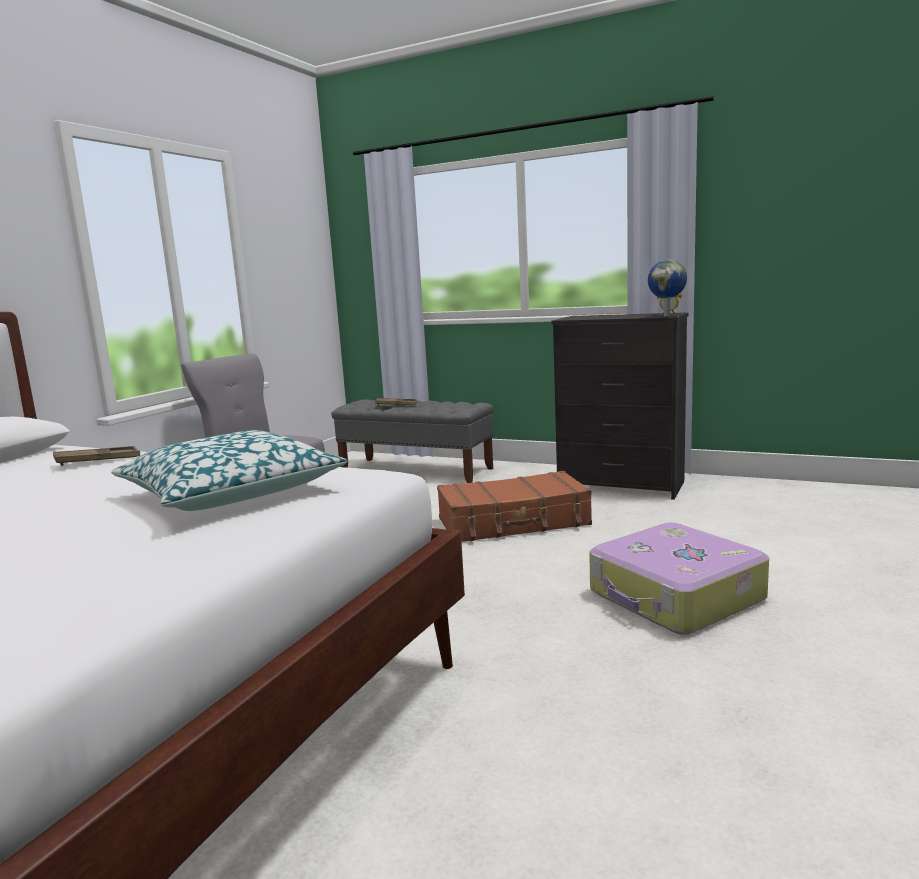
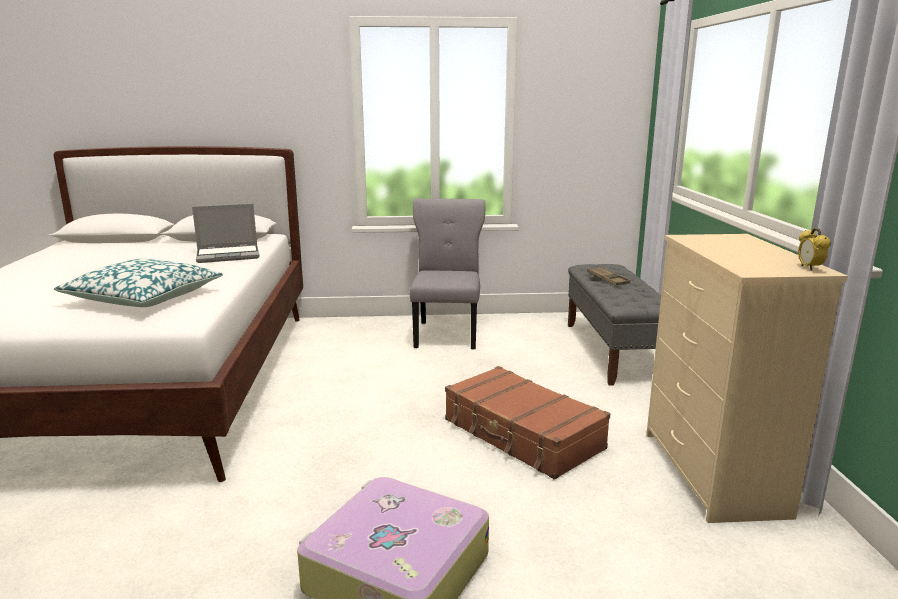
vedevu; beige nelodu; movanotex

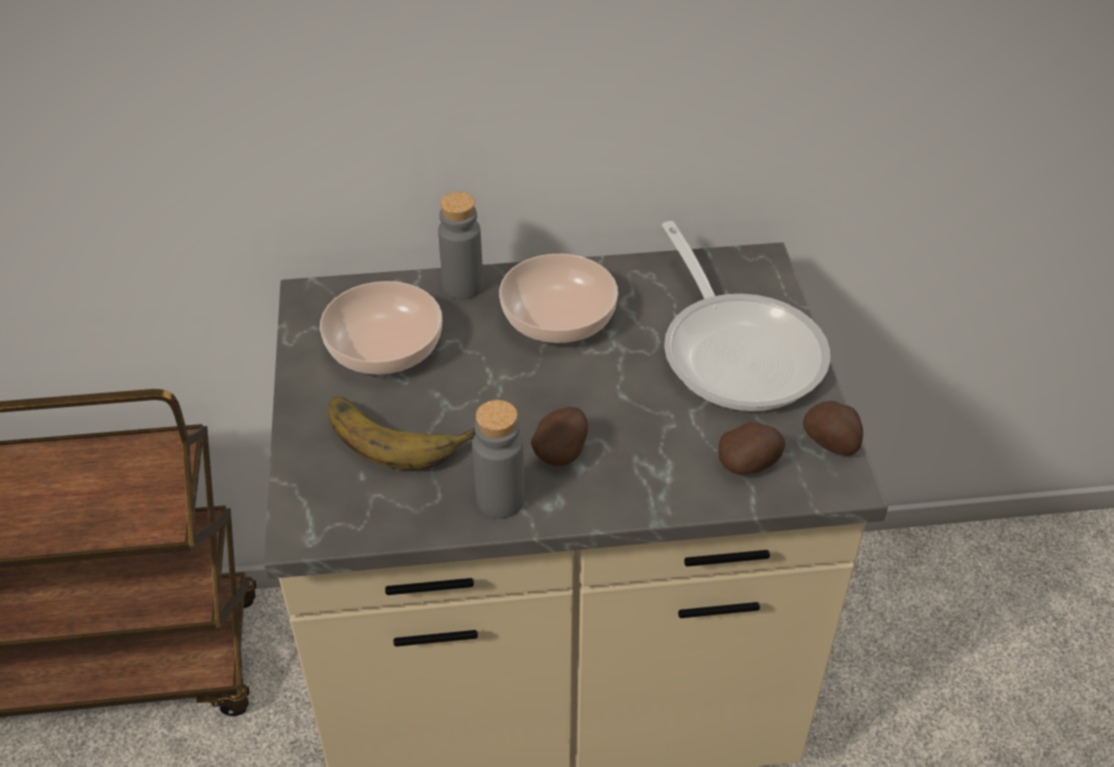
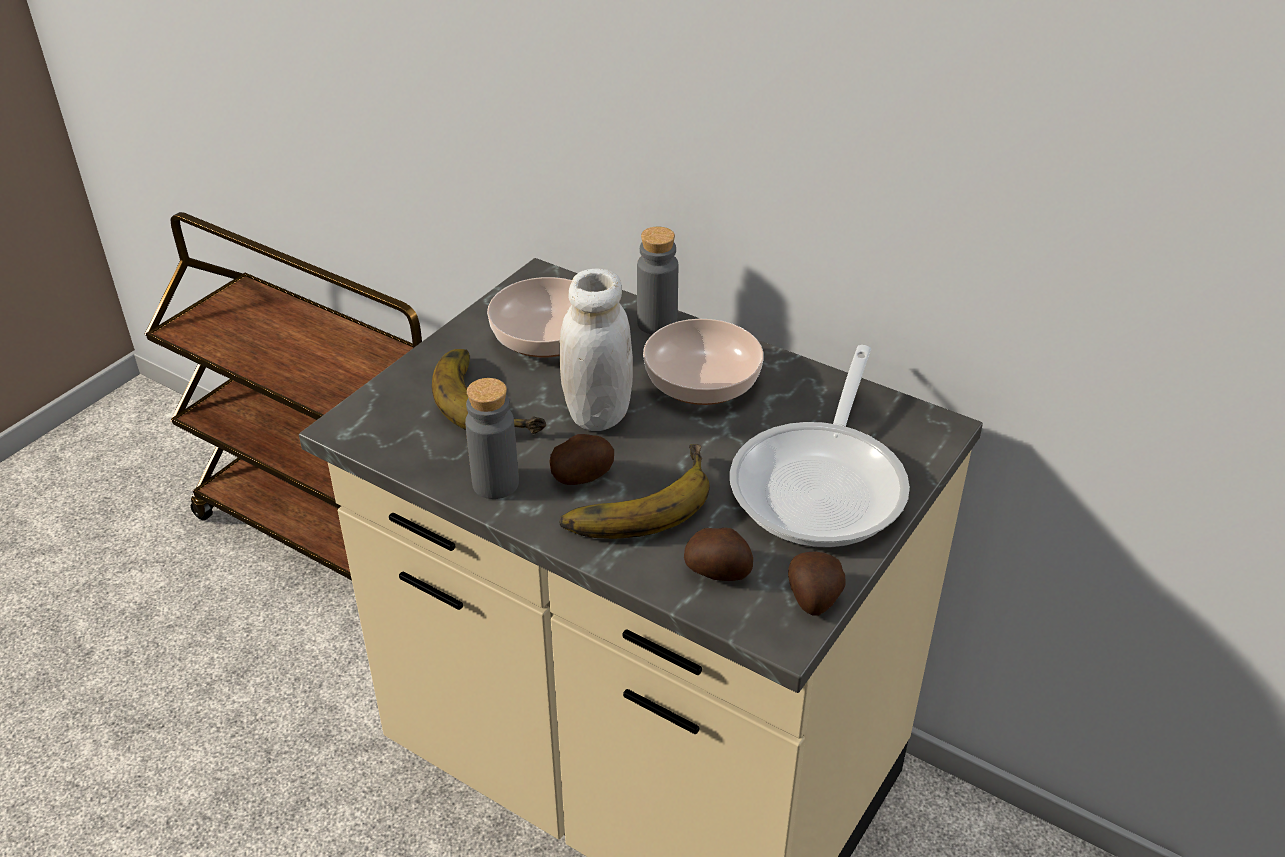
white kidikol; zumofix (no. 2 from left)

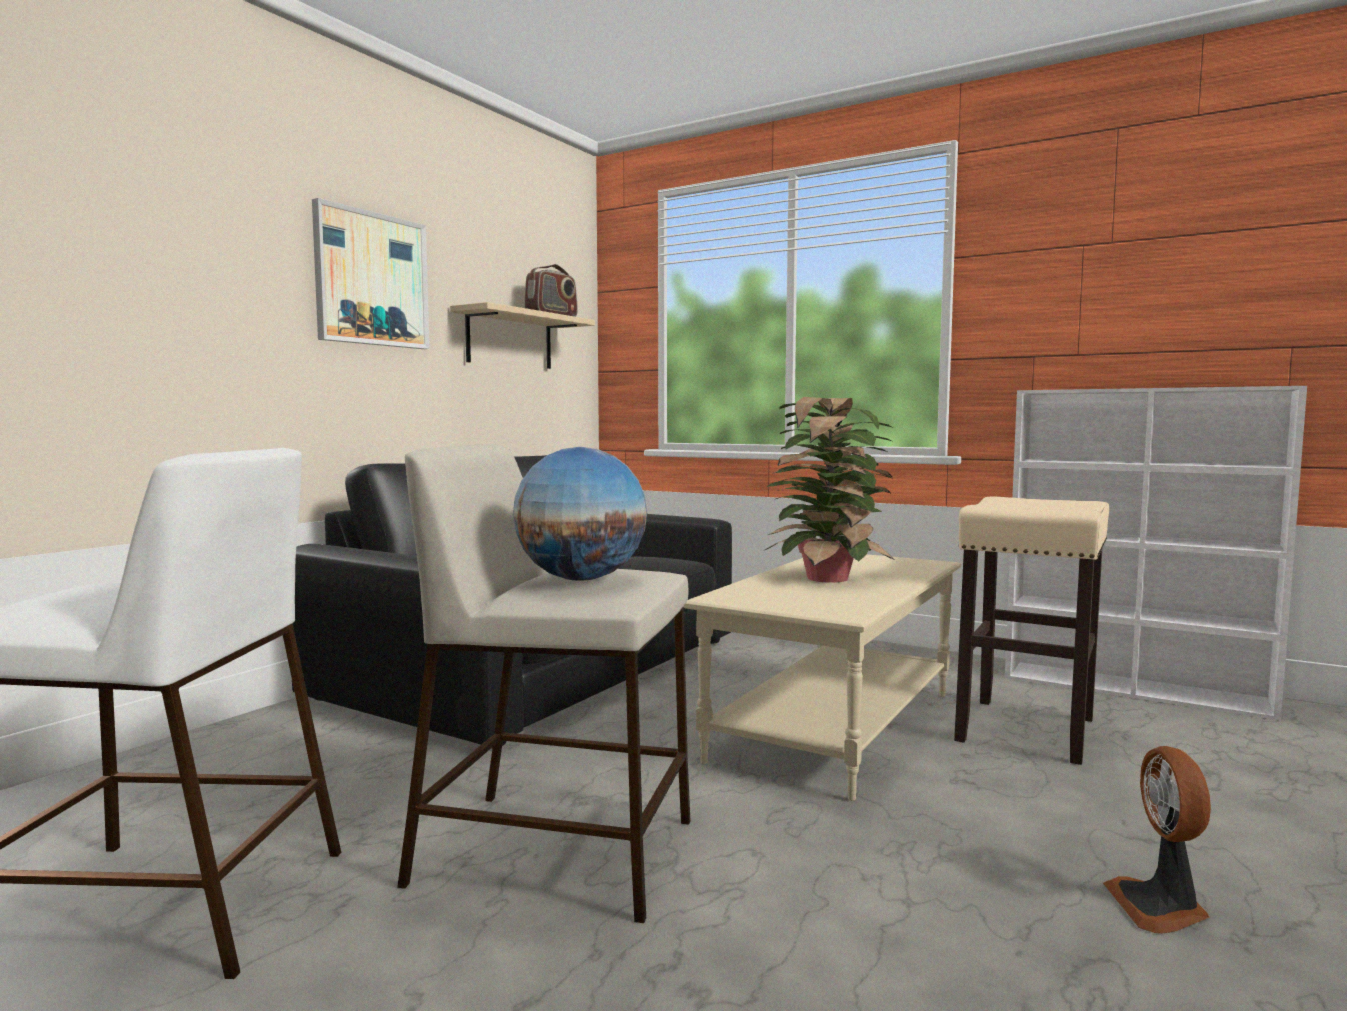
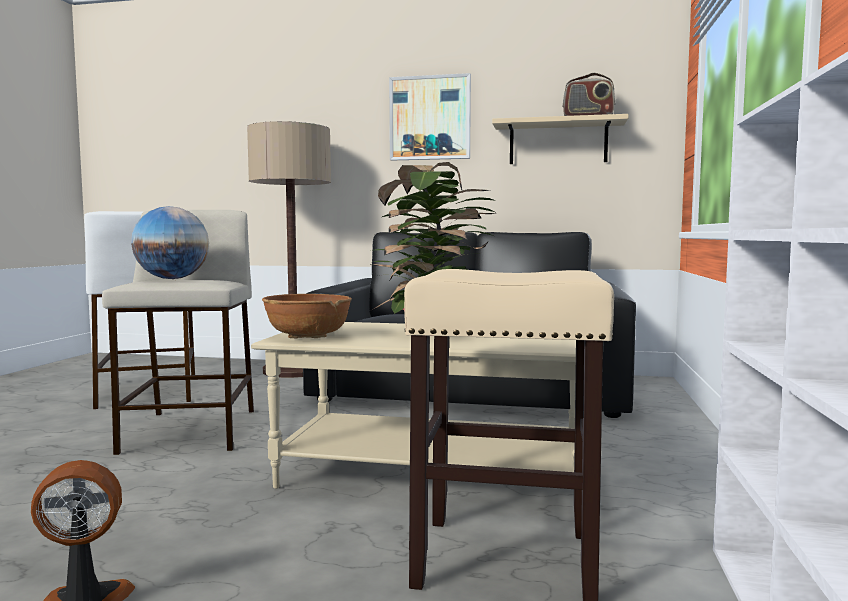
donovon; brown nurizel

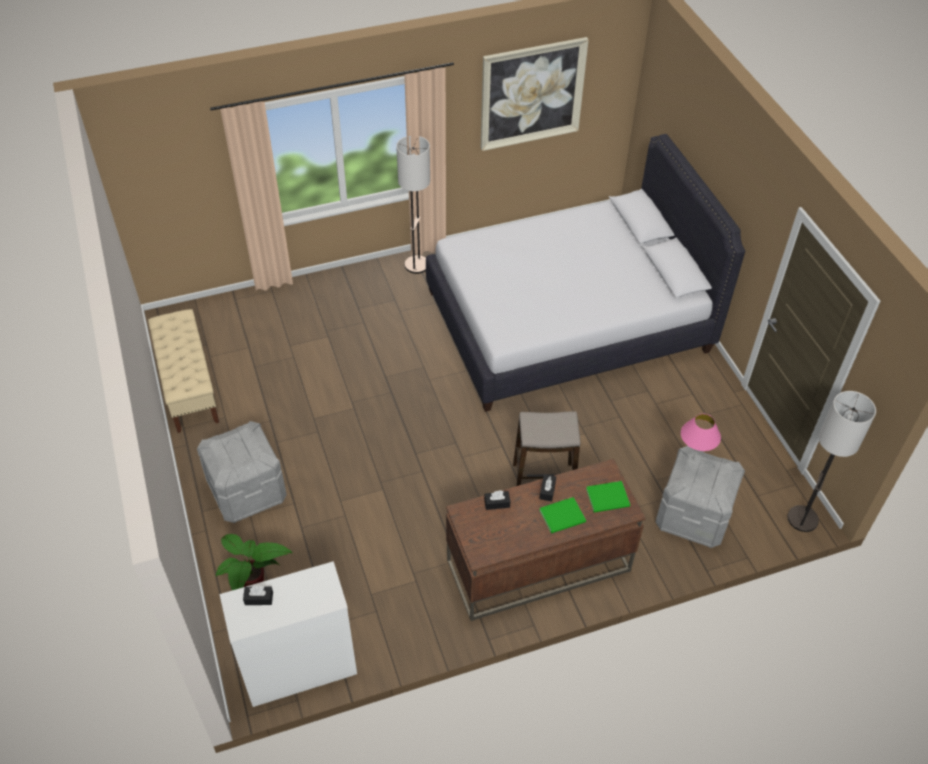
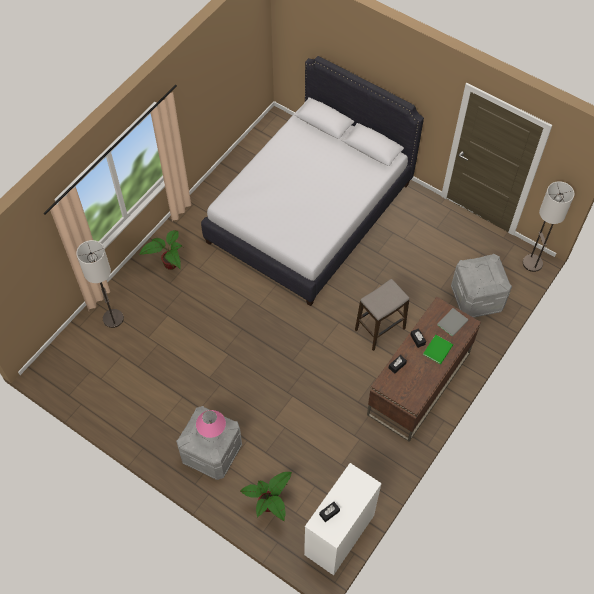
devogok; donovon (no. 1 from left); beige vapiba; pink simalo; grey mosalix; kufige (no. 1 from left)

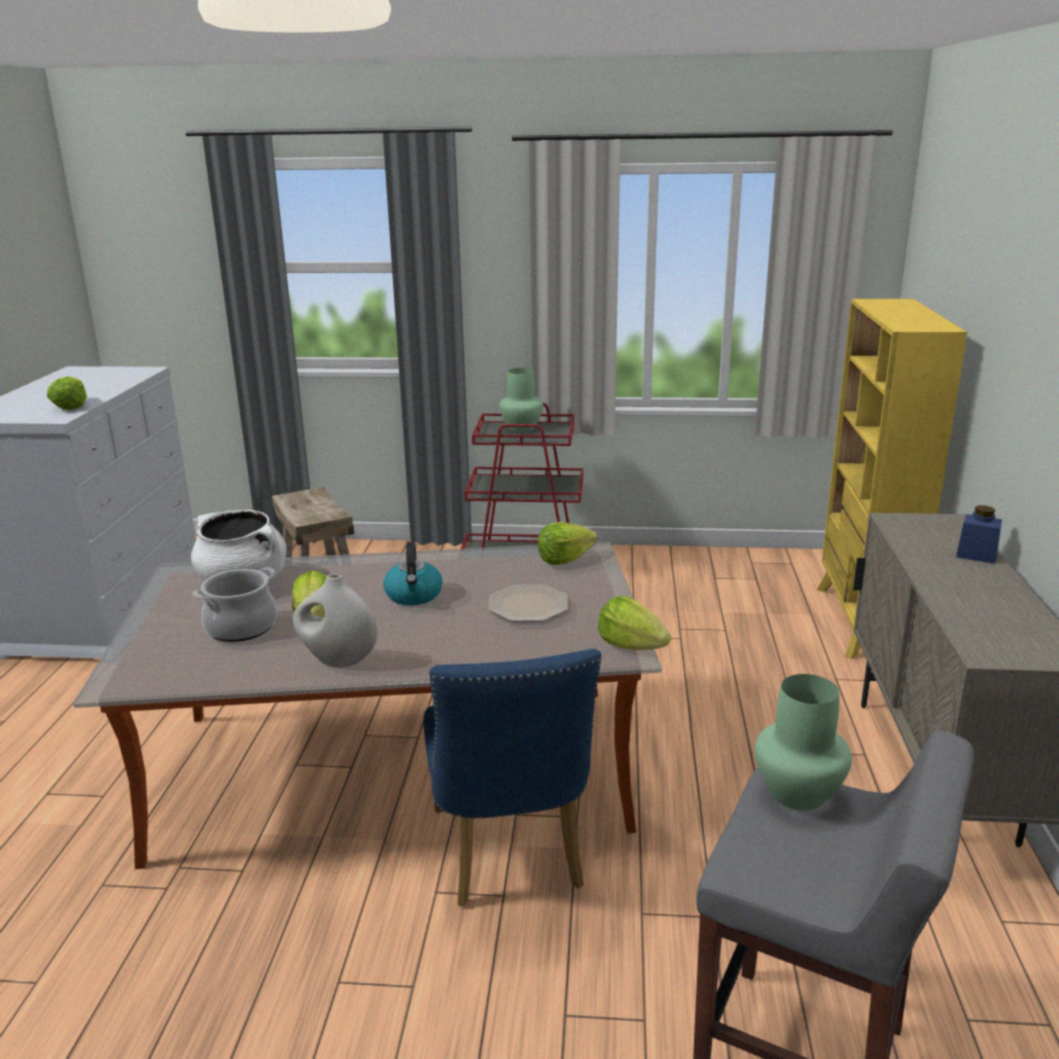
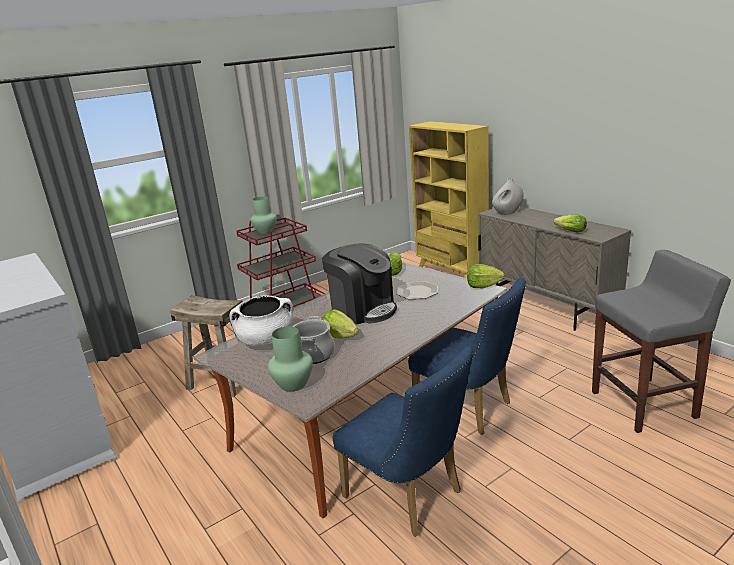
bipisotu (no. 4 from left); blue kidikol; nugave; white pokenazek; green pokenazek (no. 2 from left); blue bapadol (no. 1 from left)

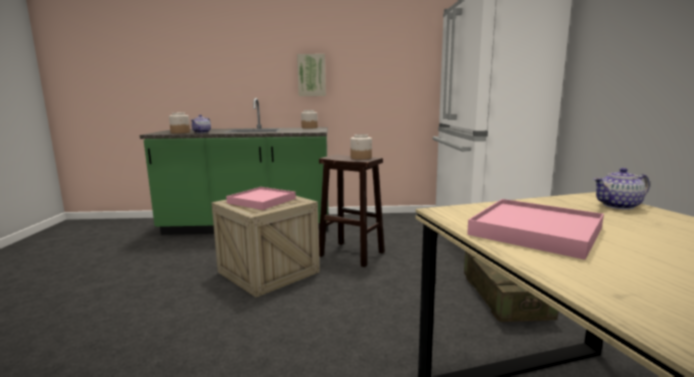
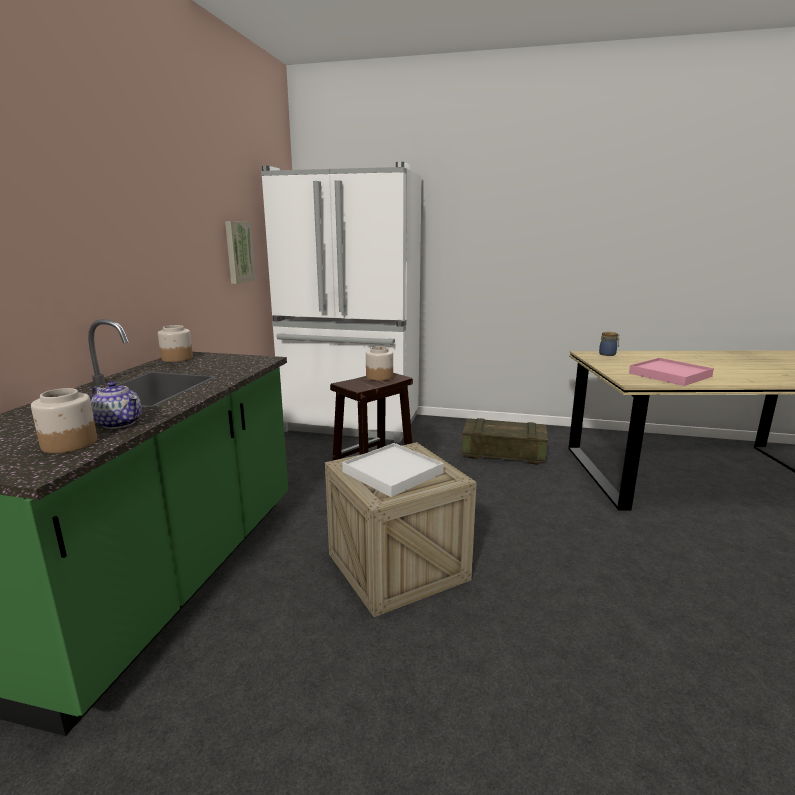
devogok; kidikol (no. 4 from left); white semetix

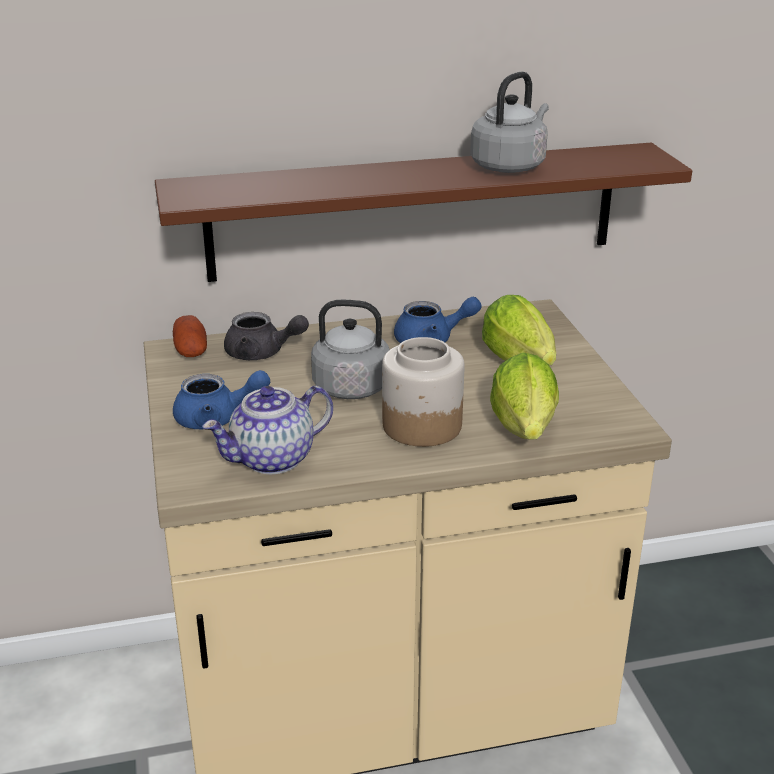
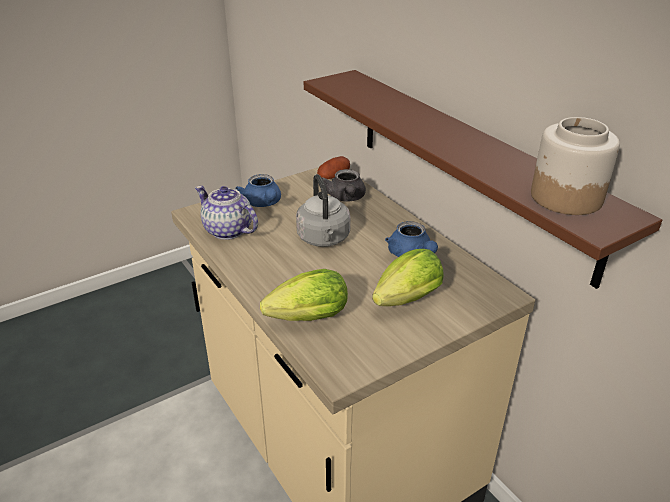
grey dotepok (no. 2 from left in the first image); kidikol

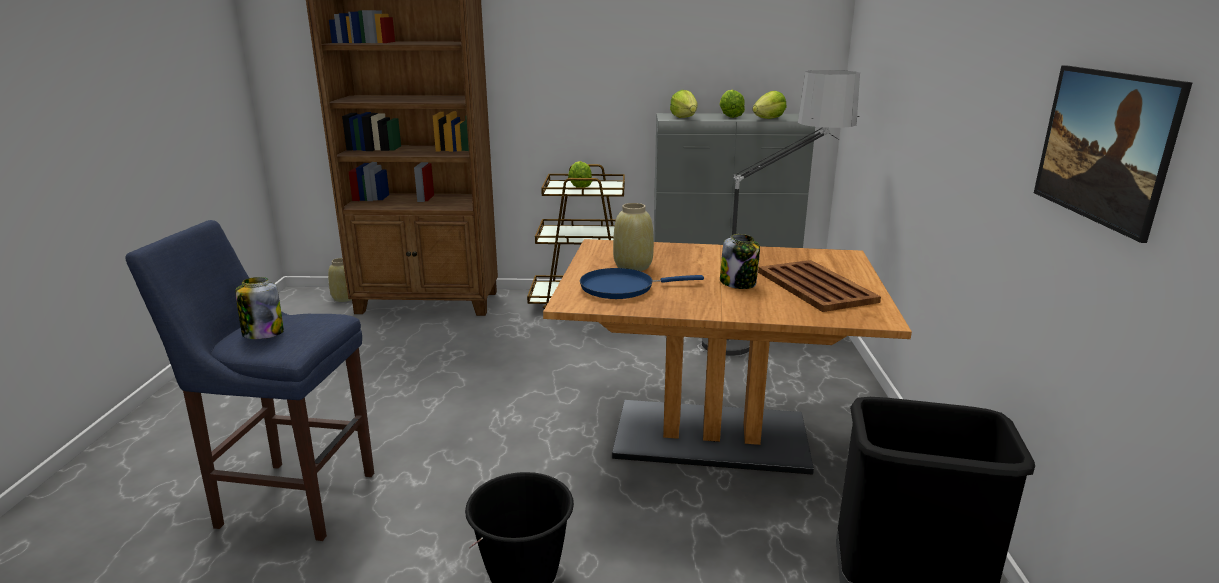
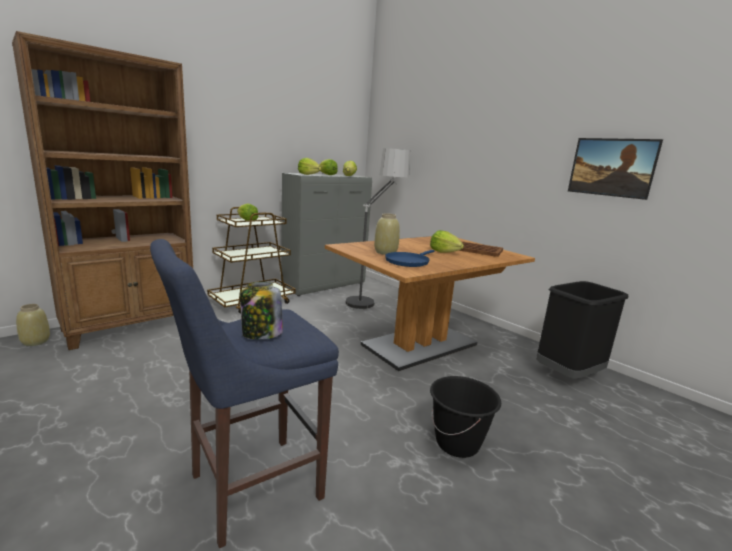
bipisotu (no. 5 from left)

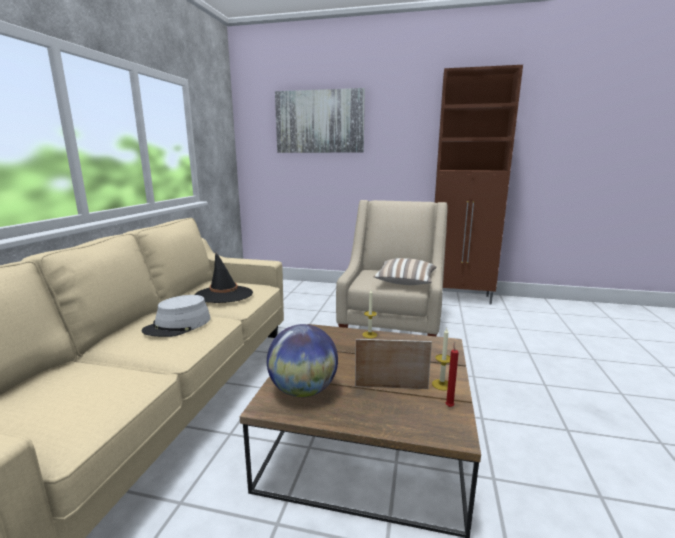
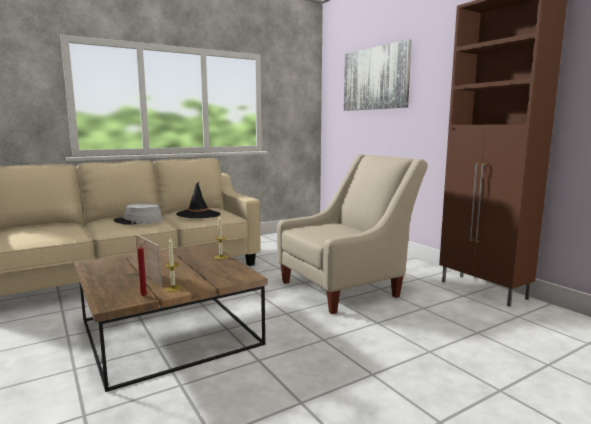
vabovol; vedevu

